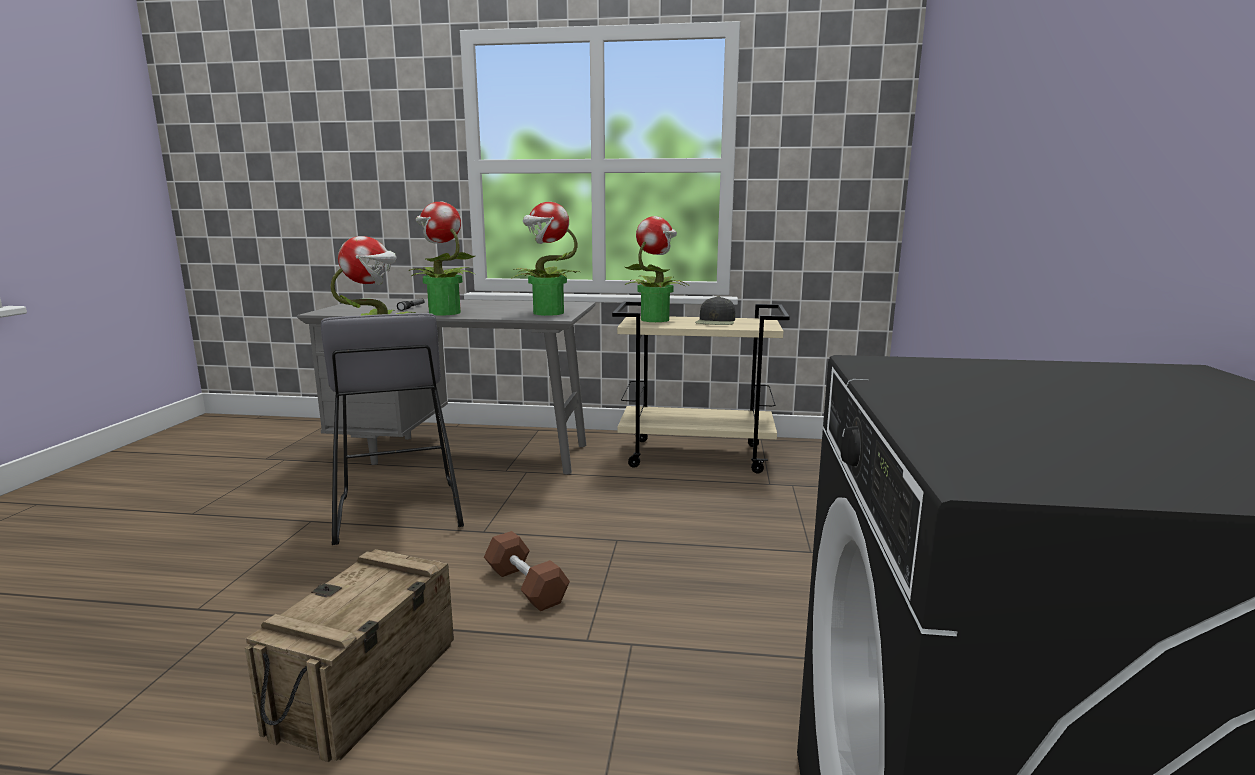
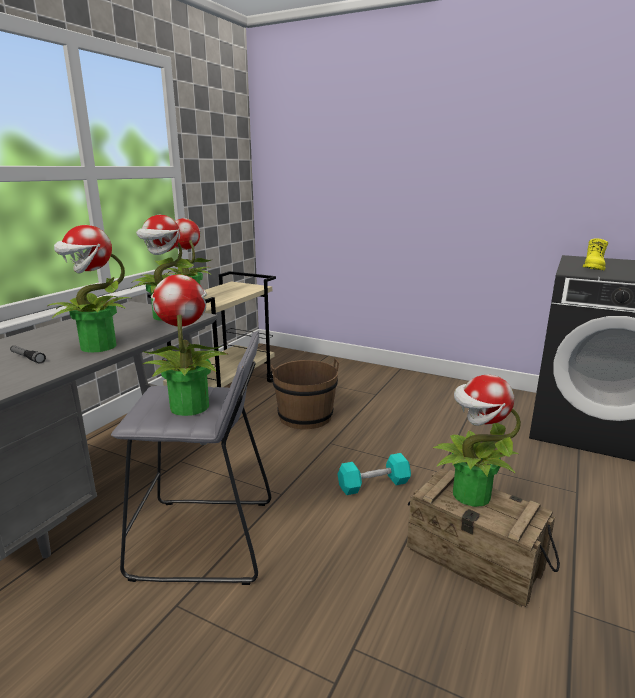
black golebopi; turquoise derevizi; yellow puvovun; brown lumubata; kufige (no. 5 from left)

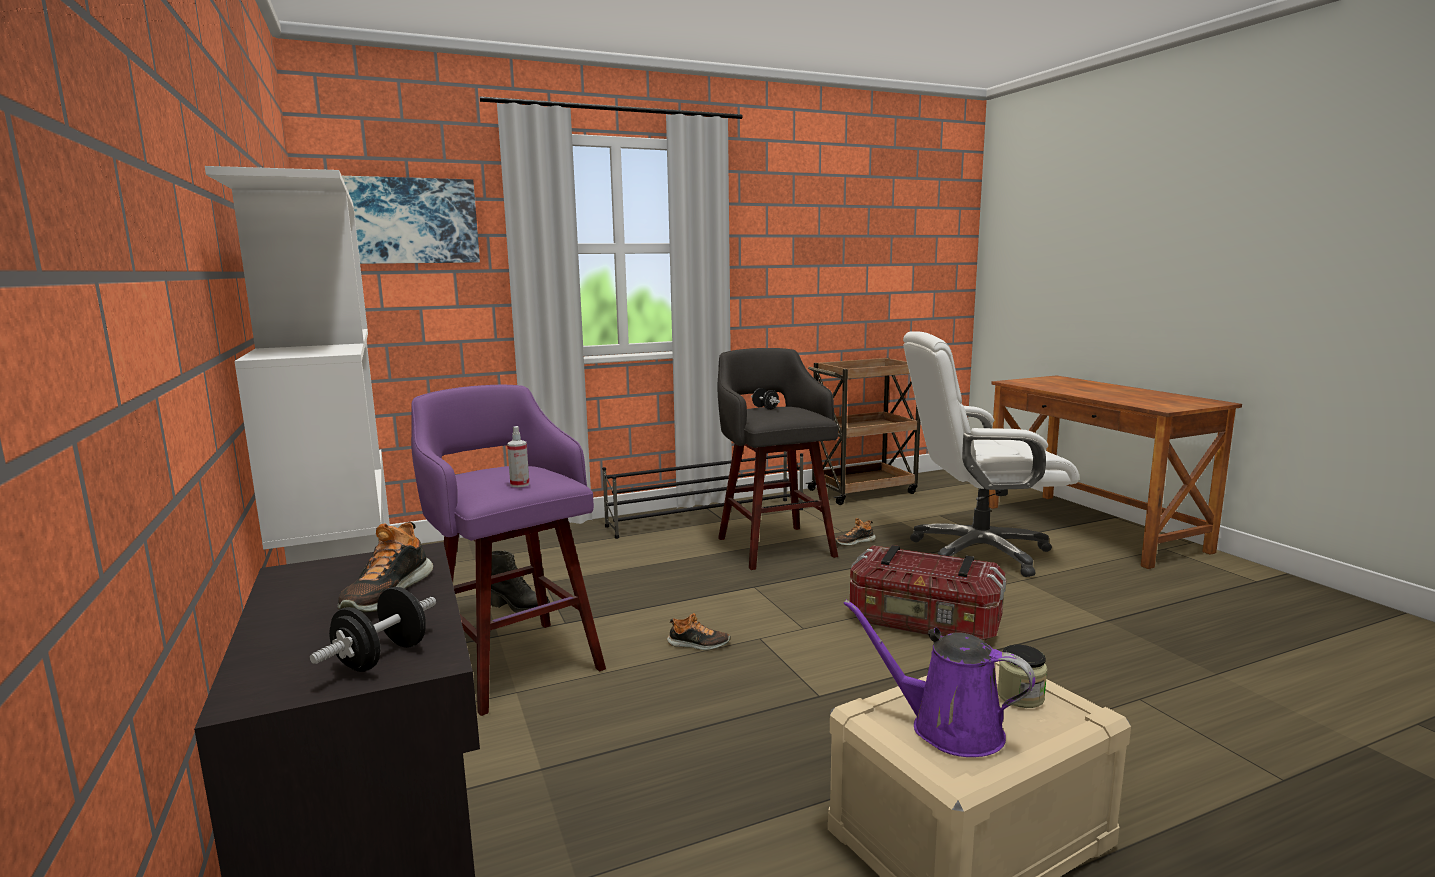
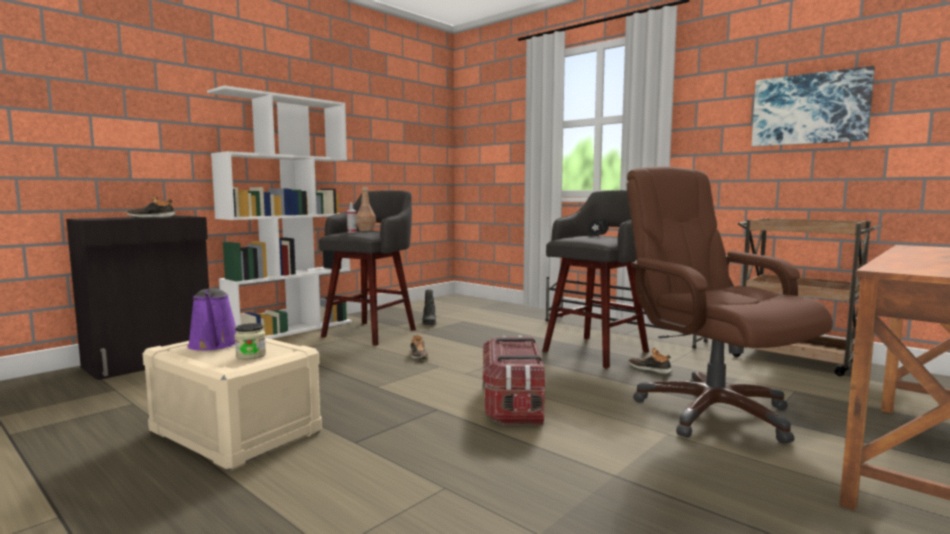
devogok; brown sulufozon; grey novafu (no. 1 from left); black derevizi (no. 1 from left in the first image); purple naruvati; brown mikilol

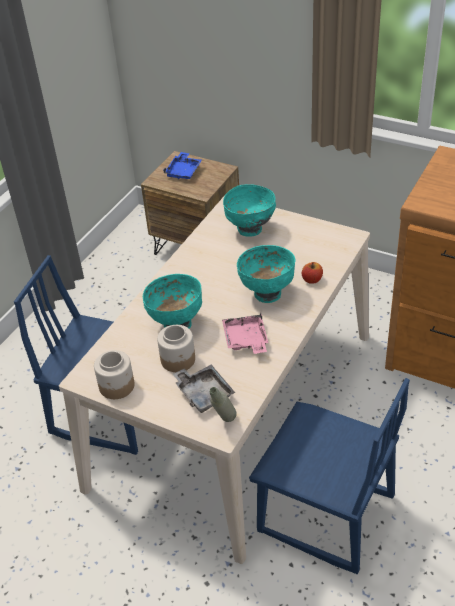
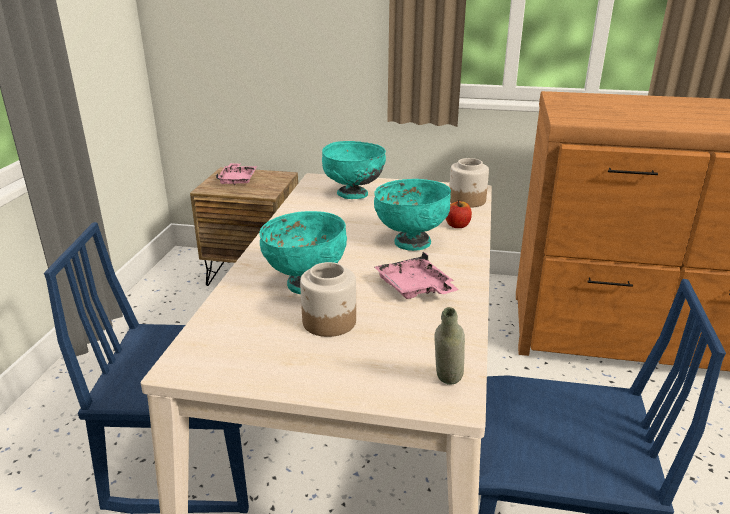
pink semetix (no. 1 from left); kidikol (no. 2 from left); grey semetix

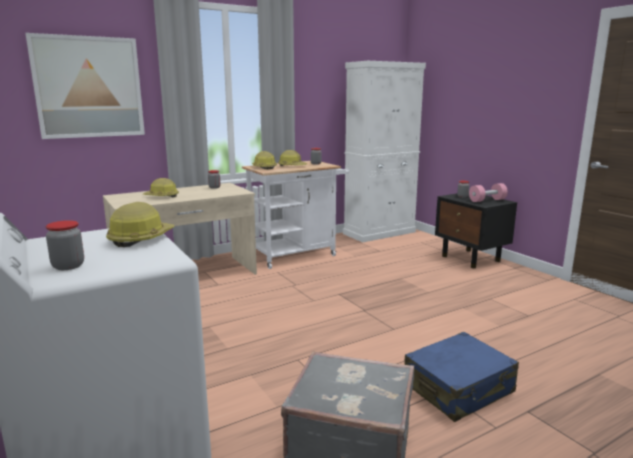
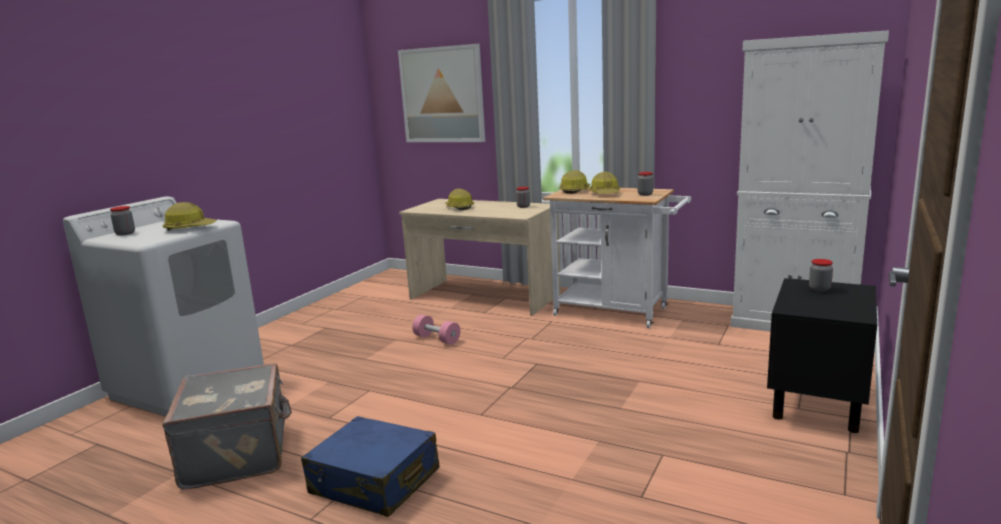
pink derevizi

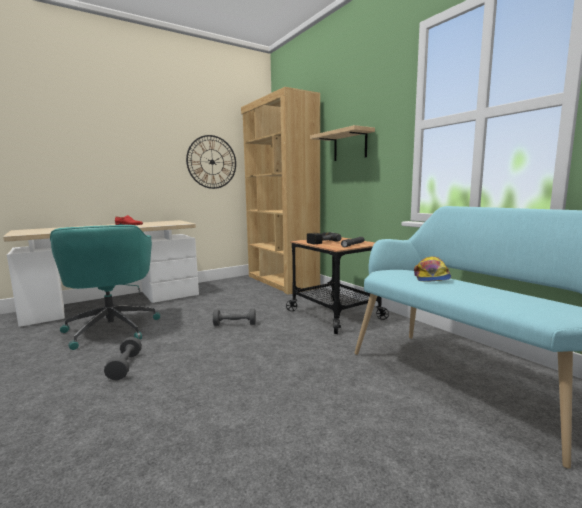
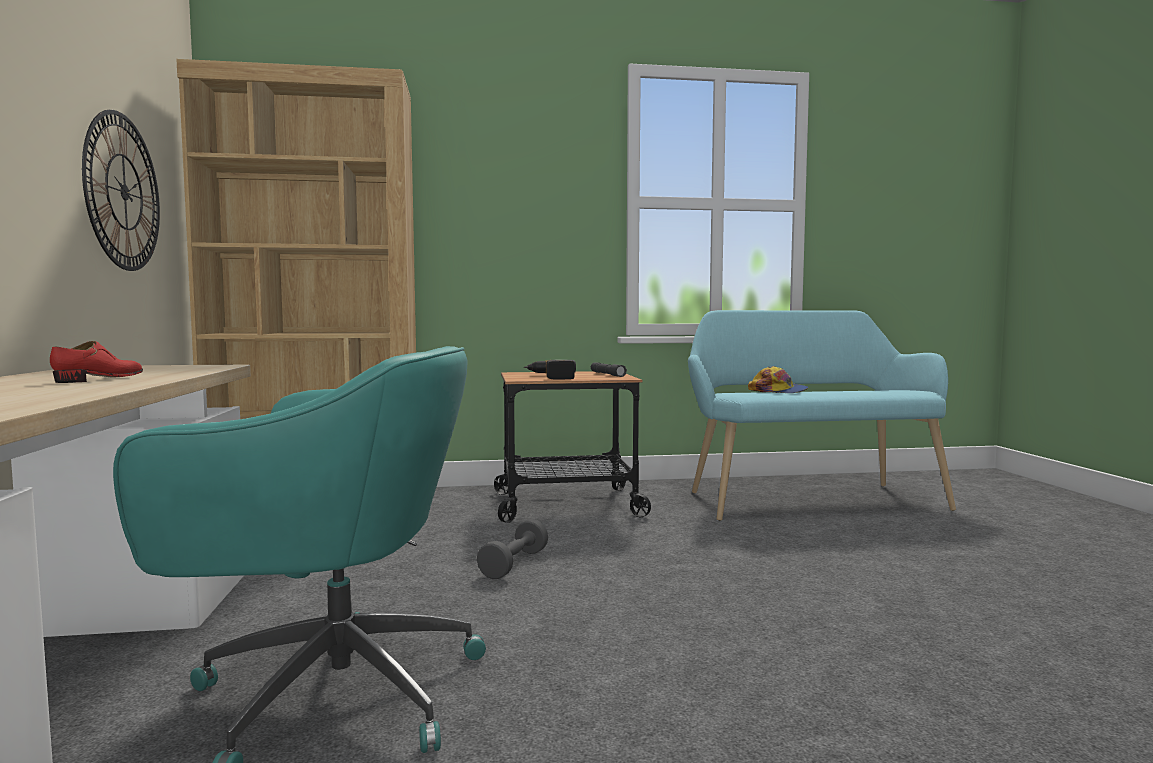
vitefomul; grey derevizi (no. 1 from left in the first image)

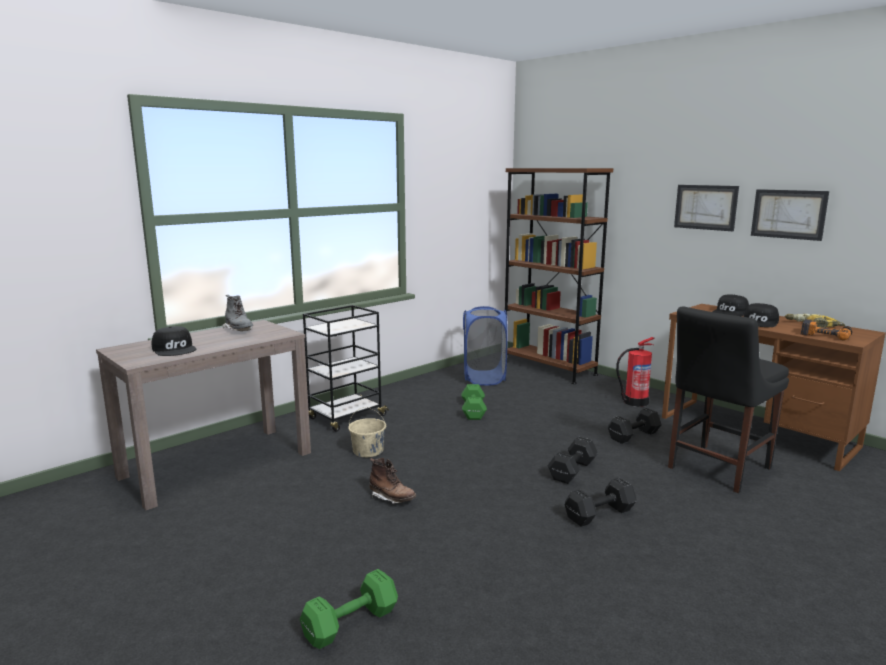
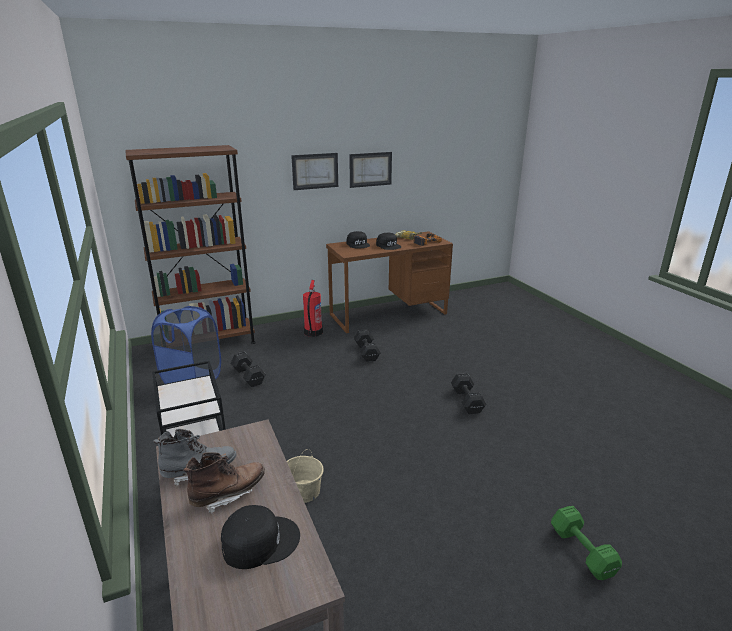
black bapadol; green derevizi (no. 2 from left in the first image); black derevizi (no. 1 from left); brown puvovun

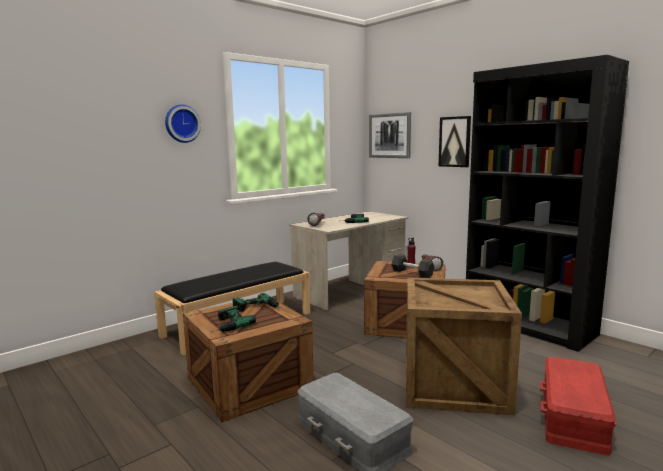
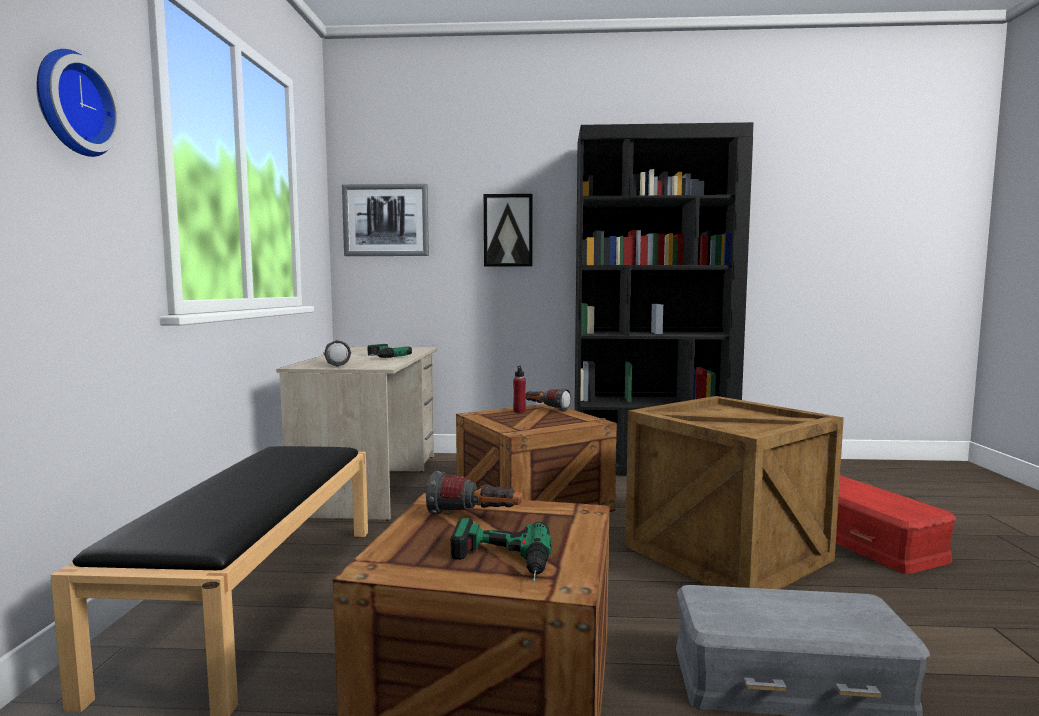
grey derevizi; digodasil (no. 2 from left)

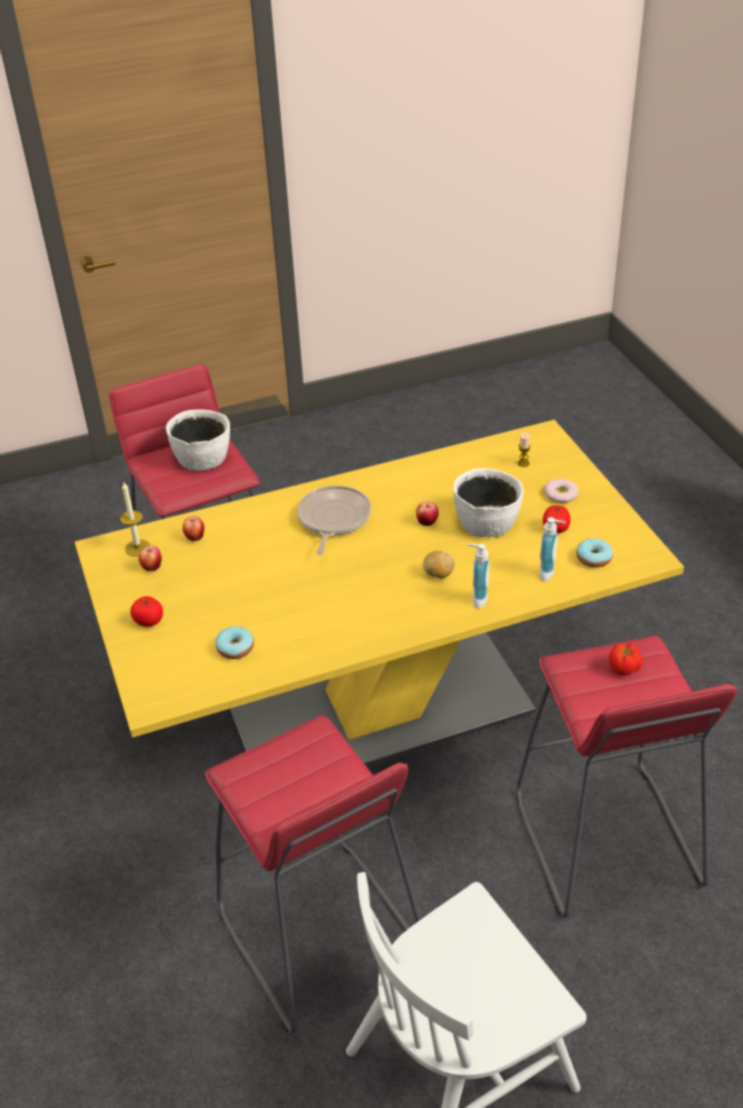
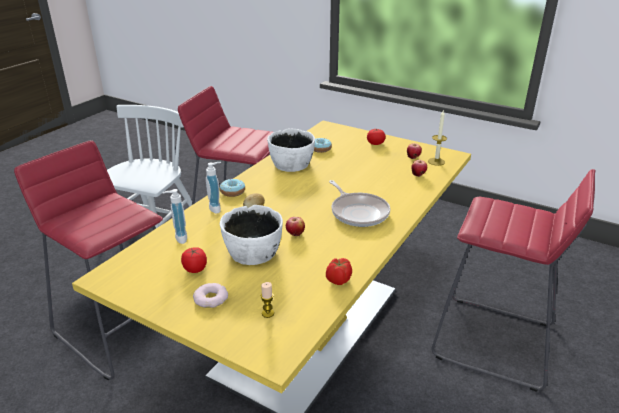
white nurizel (no. 2 from left); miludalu (no. 2 from left); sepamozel (no. 2 from left)

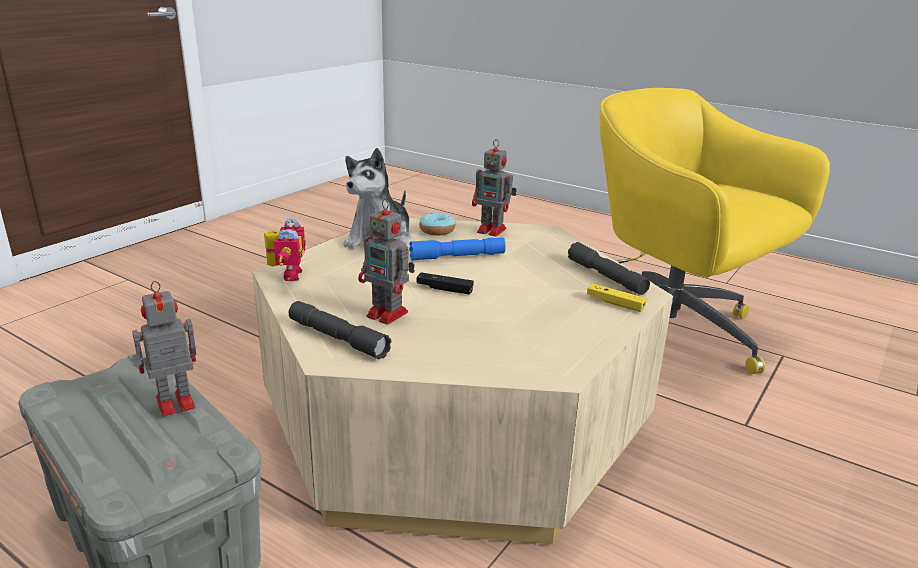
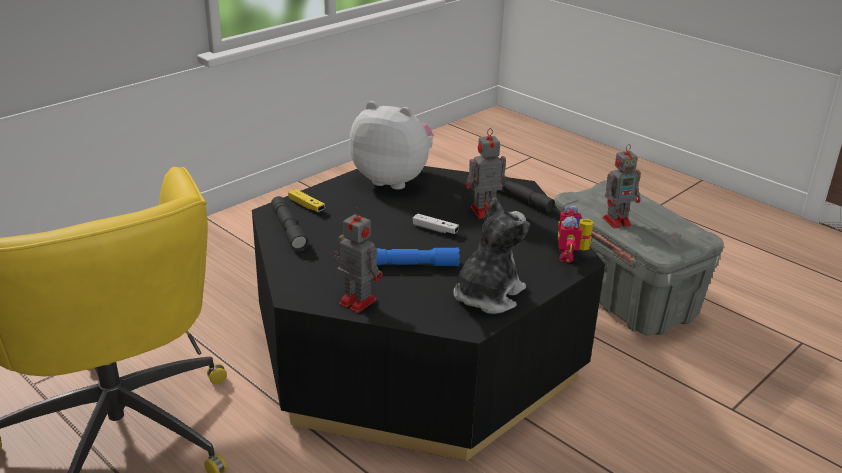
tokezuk (no. 2 from left); miludalu; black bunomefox; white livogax; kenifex (no. 1 from left)

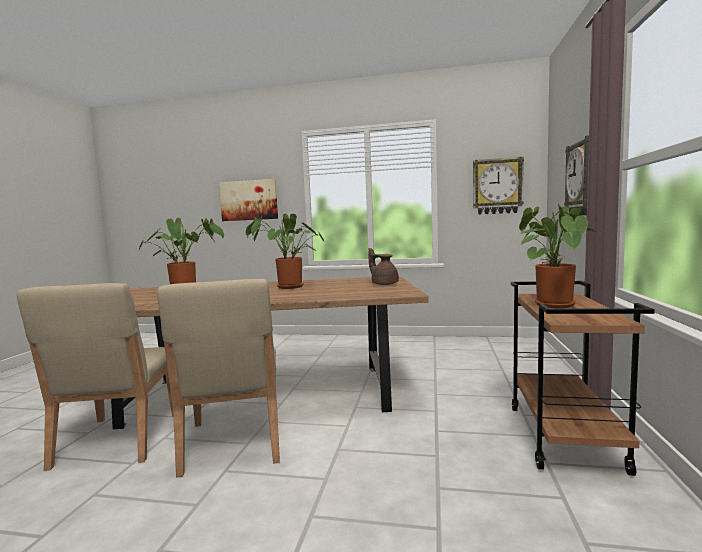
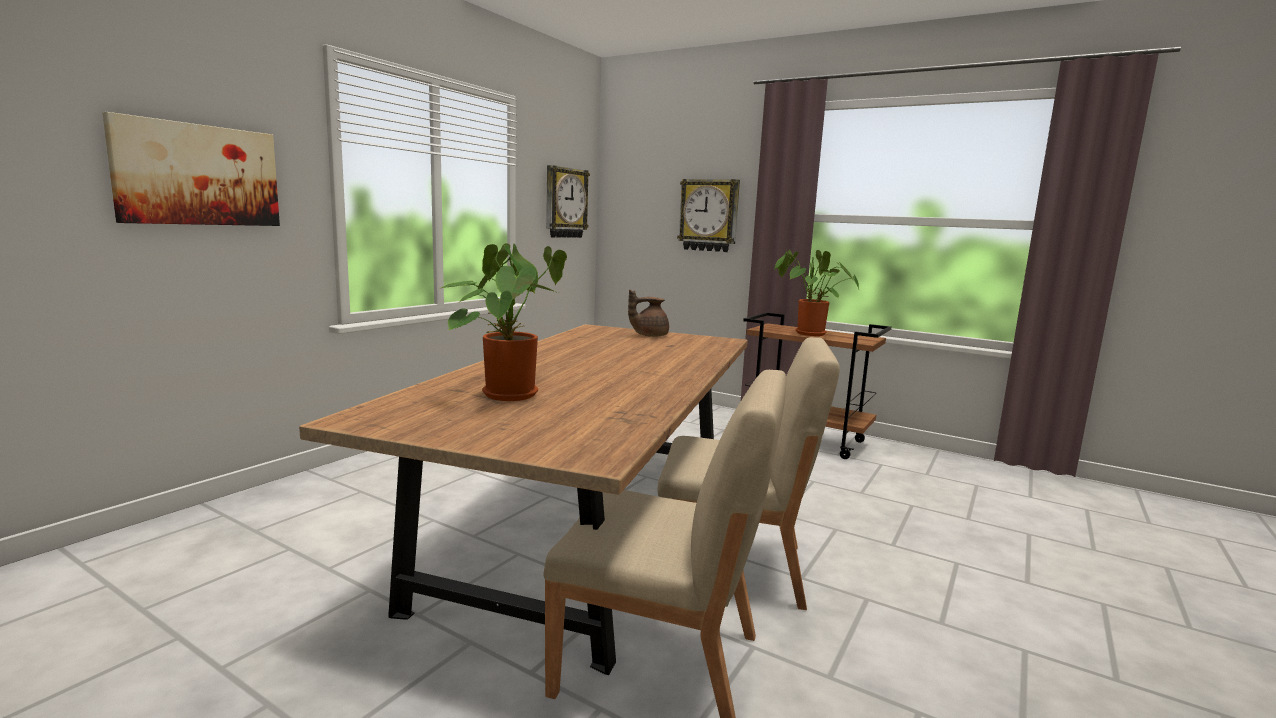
kufige (no. 2 from left in the first image)

